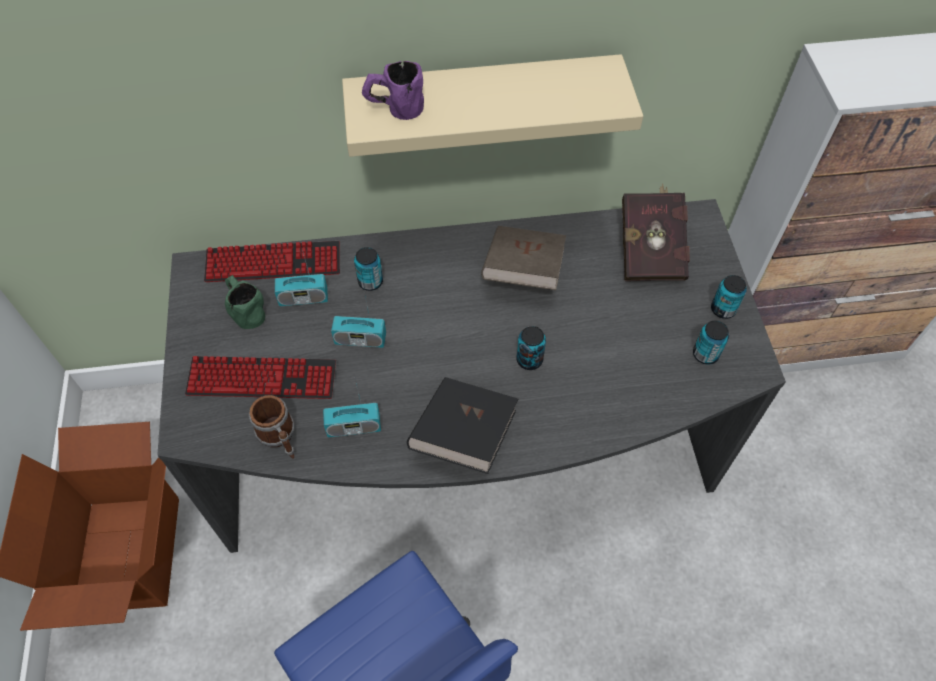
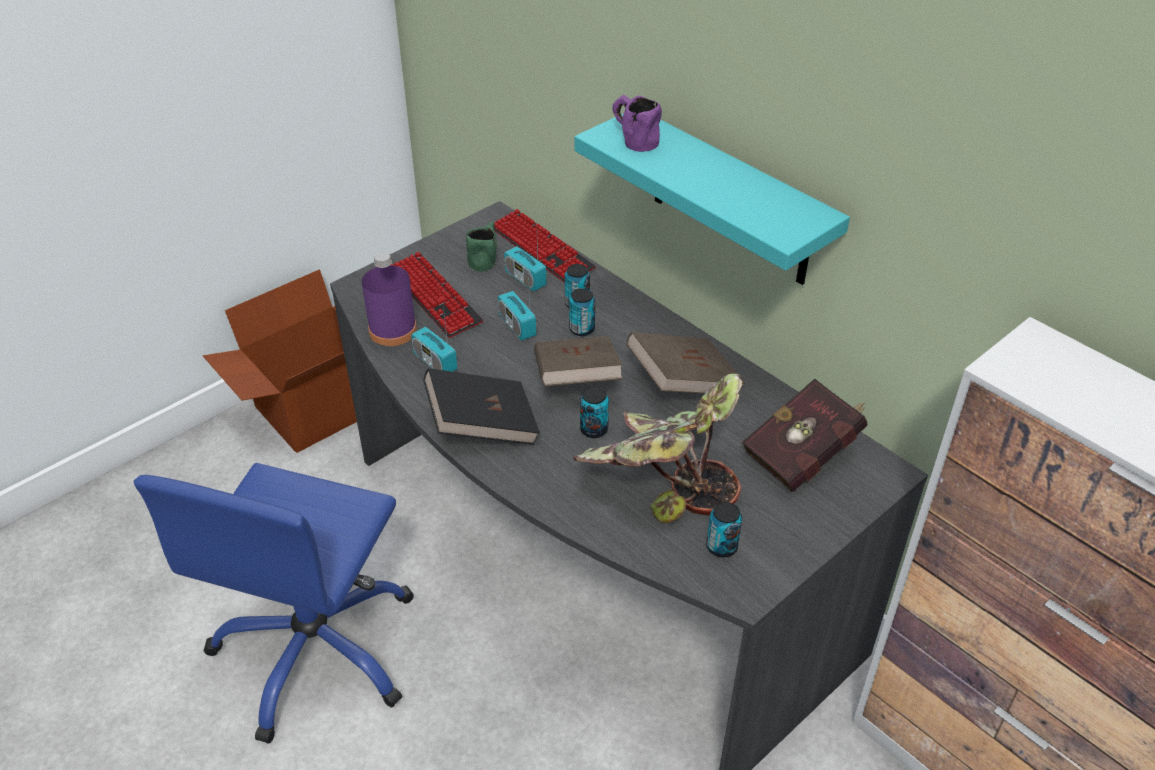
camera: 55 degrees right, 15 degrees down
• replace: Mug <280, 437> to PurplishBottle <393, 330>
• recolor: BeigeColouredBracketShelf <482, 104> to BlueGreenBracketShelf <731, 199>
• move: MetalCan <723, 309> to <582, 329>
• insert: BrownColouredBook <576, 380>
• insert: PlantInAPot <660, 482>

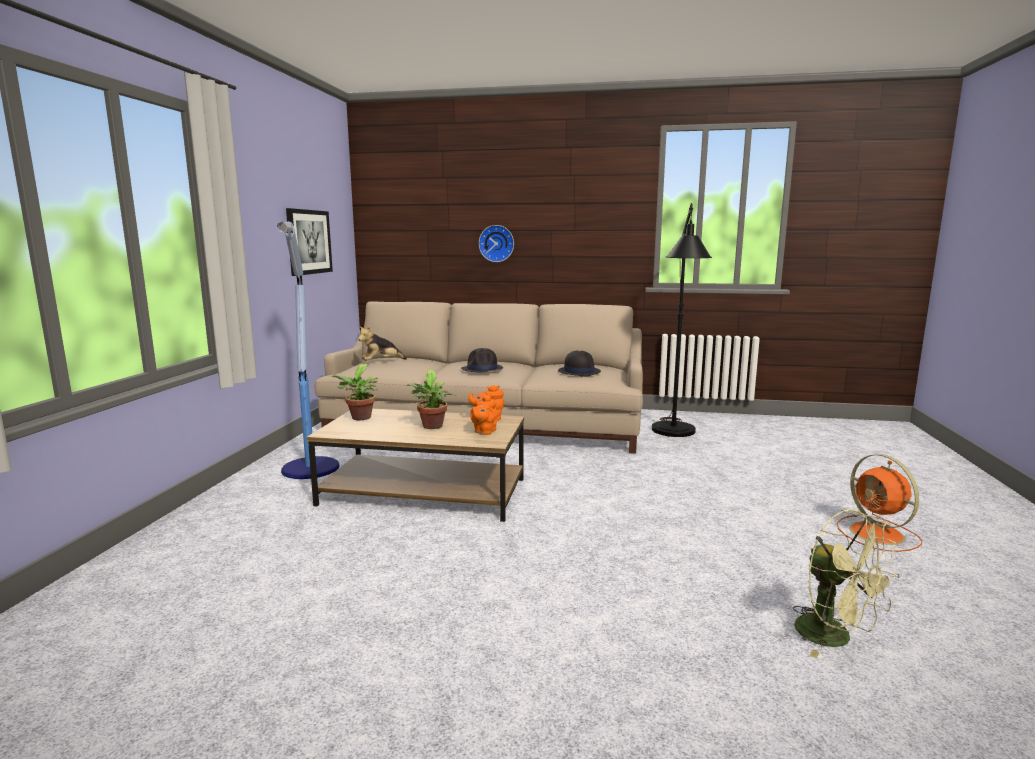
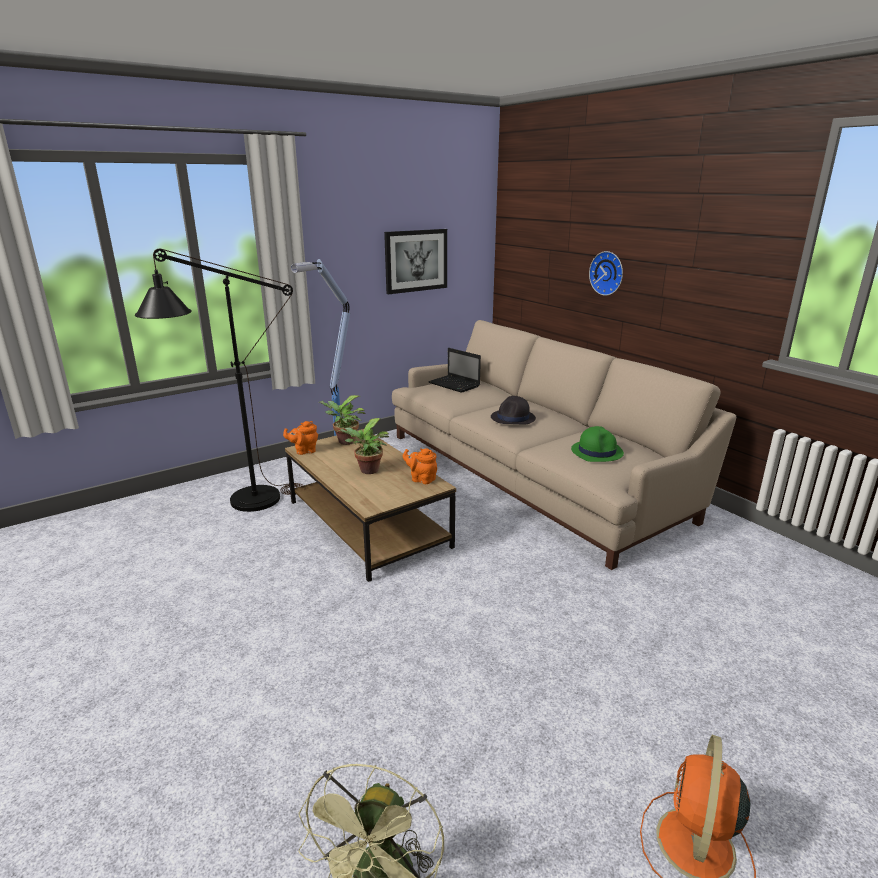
camera: 45 degrees right, 10 degrees up
• replace: CuddlyToy <381, 362> to Laptop <455, 385>
• move: OrangeyPotForTea <484, 432> to <304, 451>
• recolor: BlackHat <579, 371> to GreenHat <597, 452>
• move: BlackFloorLamp <674, 434> to <241, 503>

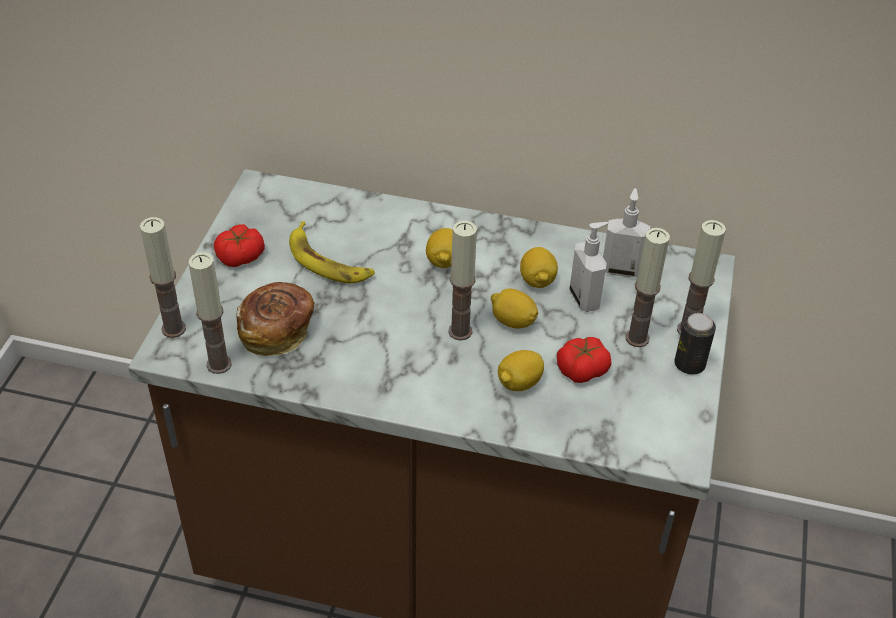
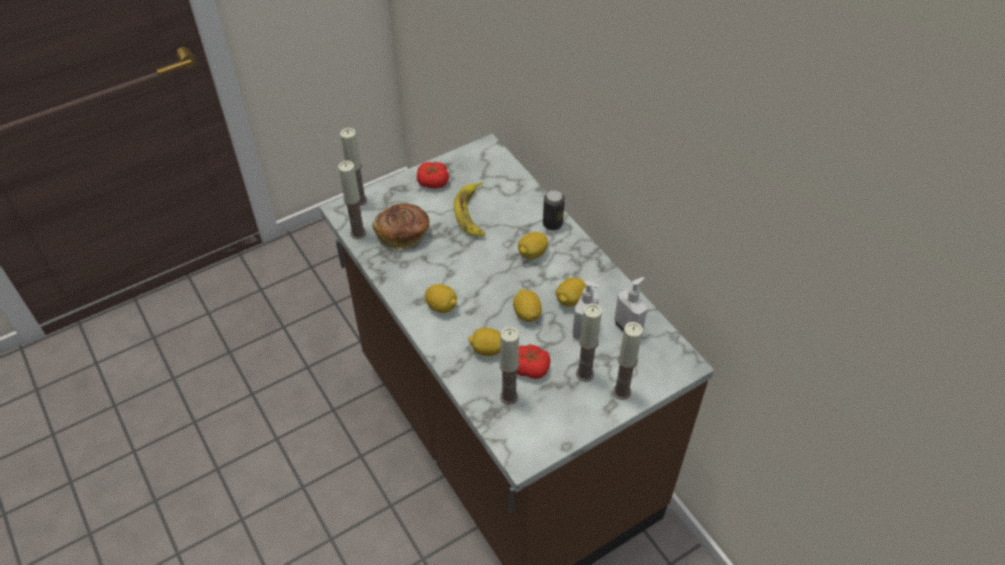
camera: 45 degrees right, 5 degrees up
• move: WaxLight <460, 331> to <509, 396>
• move: MetalCan <689, 364> to <552, 224>
• insert: Lemon <441, 306>

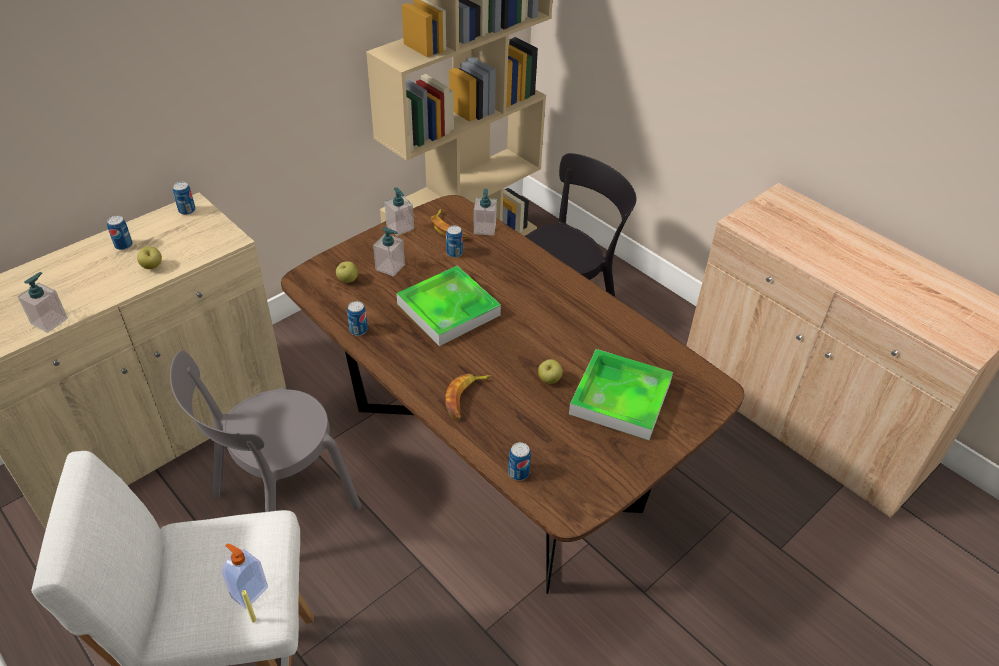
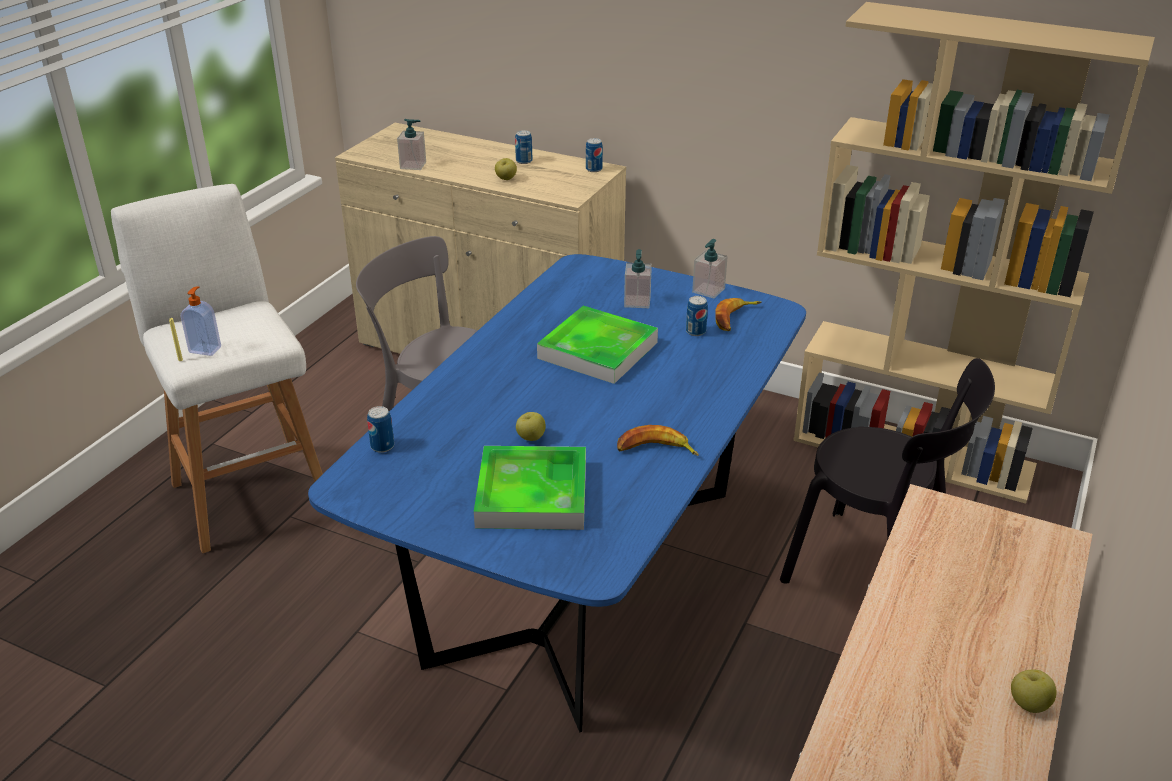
camera: 70 degrees right, 10 degrees down
• recolor: BrownColouredDinnerTable <493, 460> to BluishDinnerTable <585, 575>
• move: AppleFruit <347, 280> to <1028, 704>
• delete: MetalCan <358, 330>
• move: WholeBanana <466, 398> to <655, 450>
• delete: LiquidSoapBottle <484, 229>

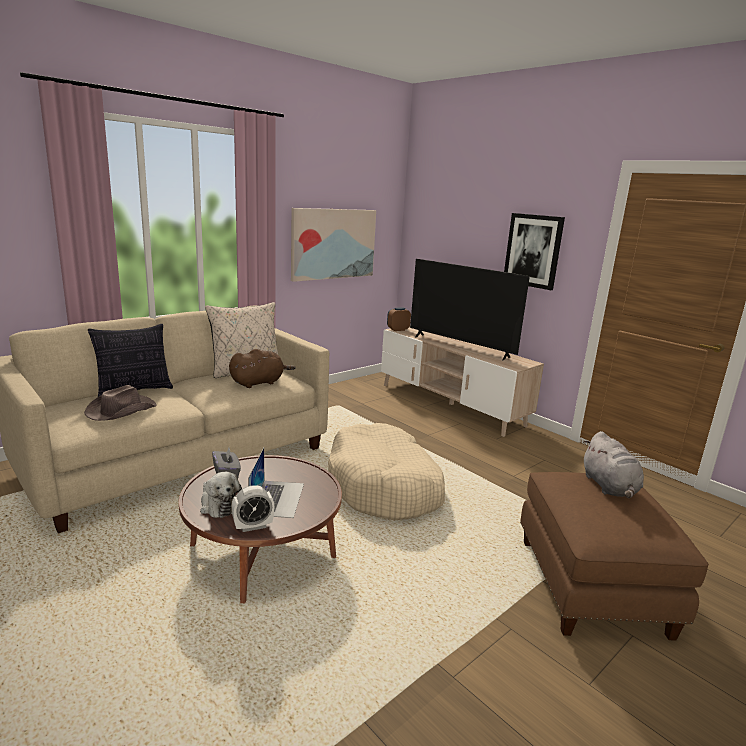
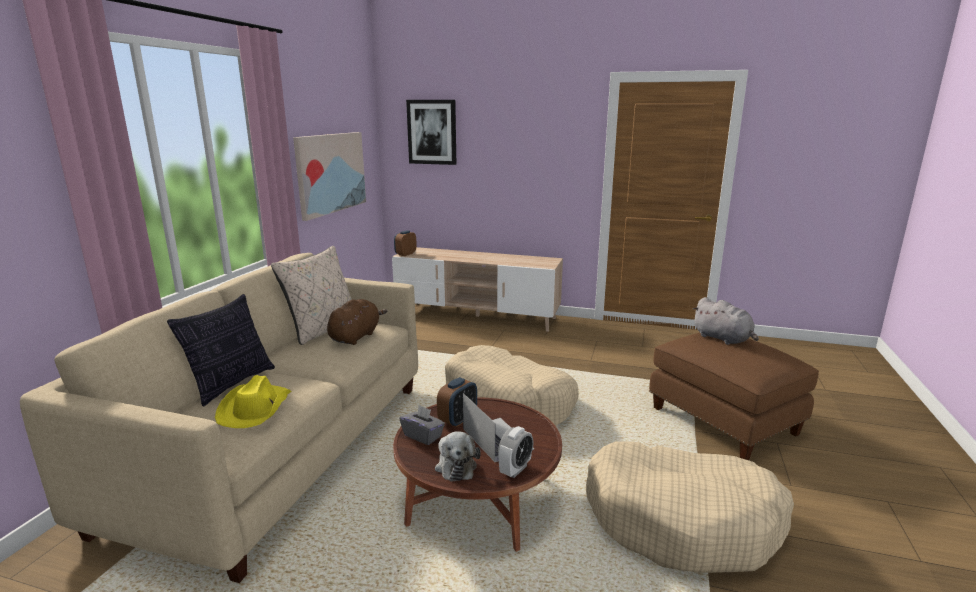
camera: 30 degrees left, 0 degrees up
• recolor: BrownColouredHat <120, 410> to YellowColouredHat <255, 408>
• rotate: CuddlyToy <218, 505> = <456, 465> 60 degrees clockwise
• delete: Television <460, 346>
• move: WallPicture <533, 250> to <432, 132>
• insert: BedsideClock <458, 420>
• insert: BeigeColouredPetBed <682, 521>

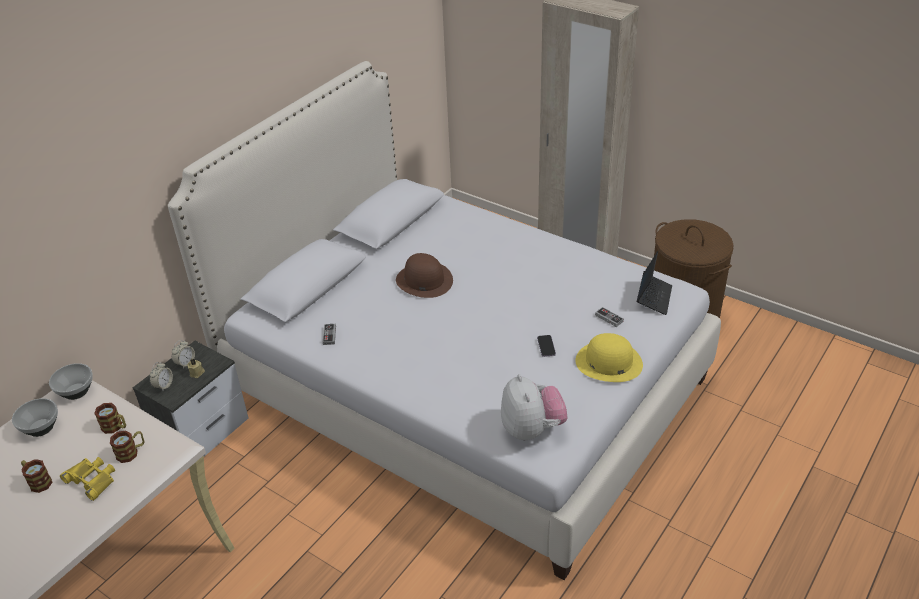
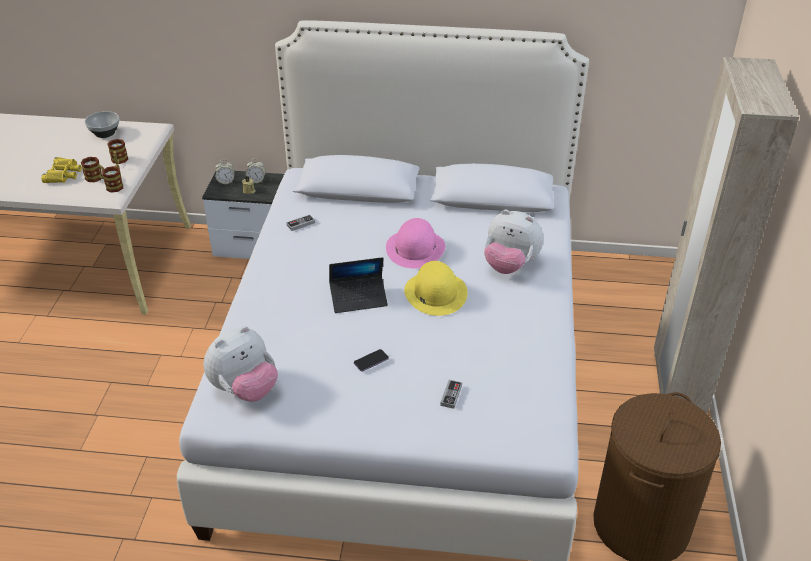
camera: 60 degrees right, 0 degrees up
• move: Mug <38, 481> to <116, 185>
• delete: Bowl <76, 391>
• recolor: BrownColouredHat <424, 280> to PinkColouredHat <415, 248>
• move: YellowColouredHat <608, 362> to <435, 293>
• move: Laptop <654, 297> to <358, 298>
• insert: CuddlyToy <510, 265>

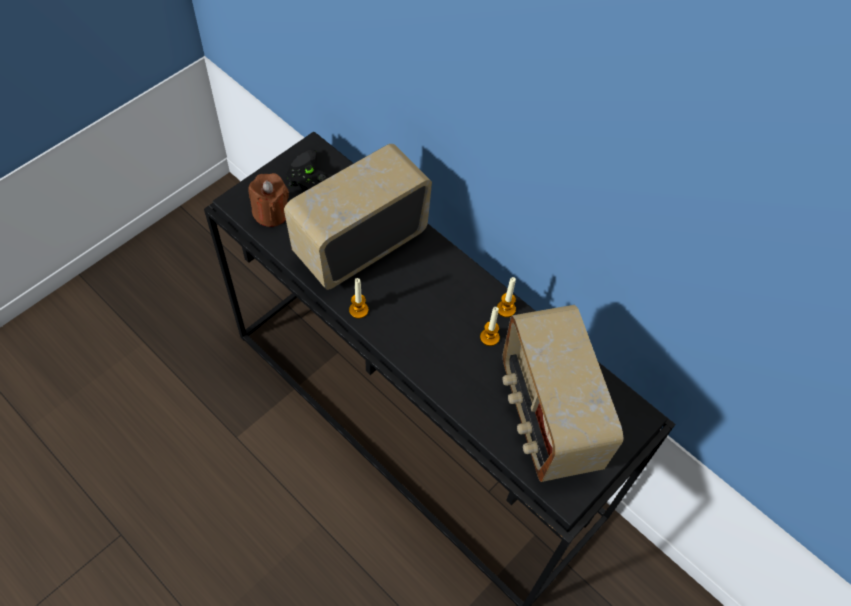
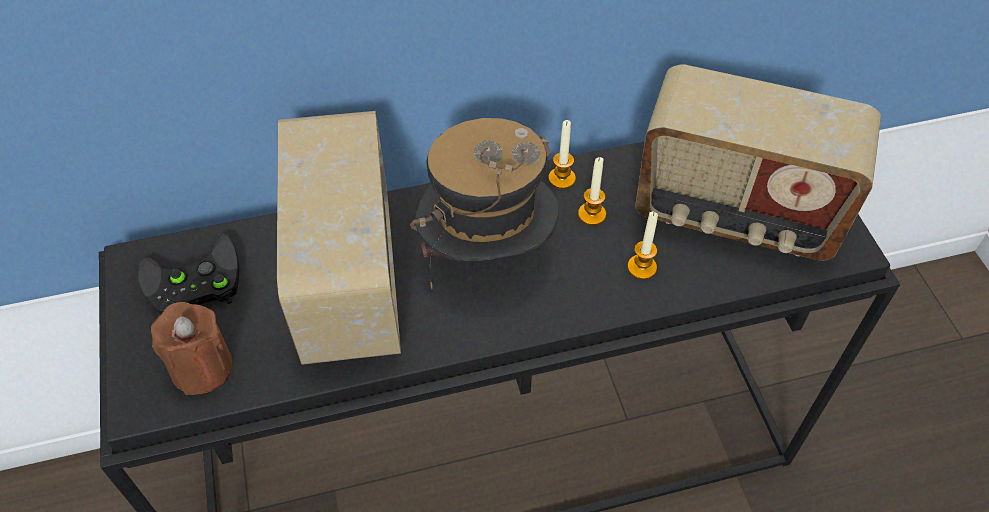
camera: 55 degrees left, 5 degrees down
• move: WaxLight <358, 310> to <641, 267>
• insert: Hat <487, 256>

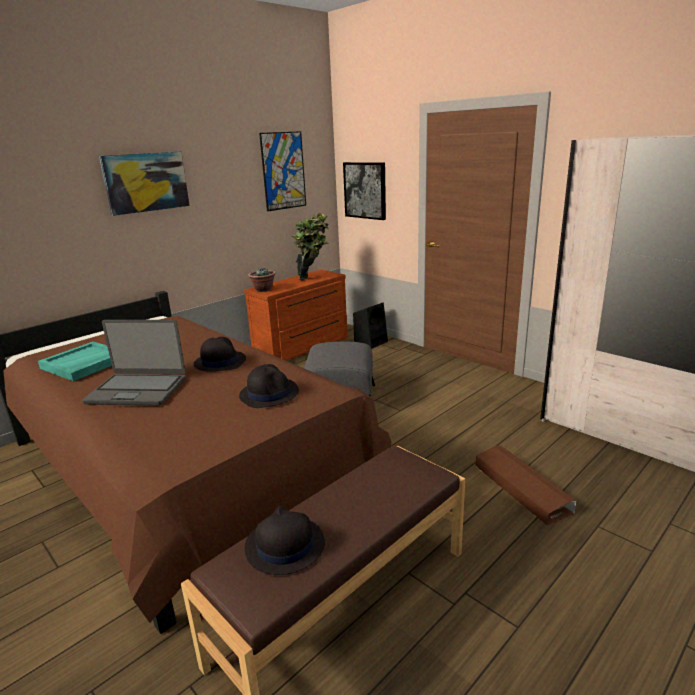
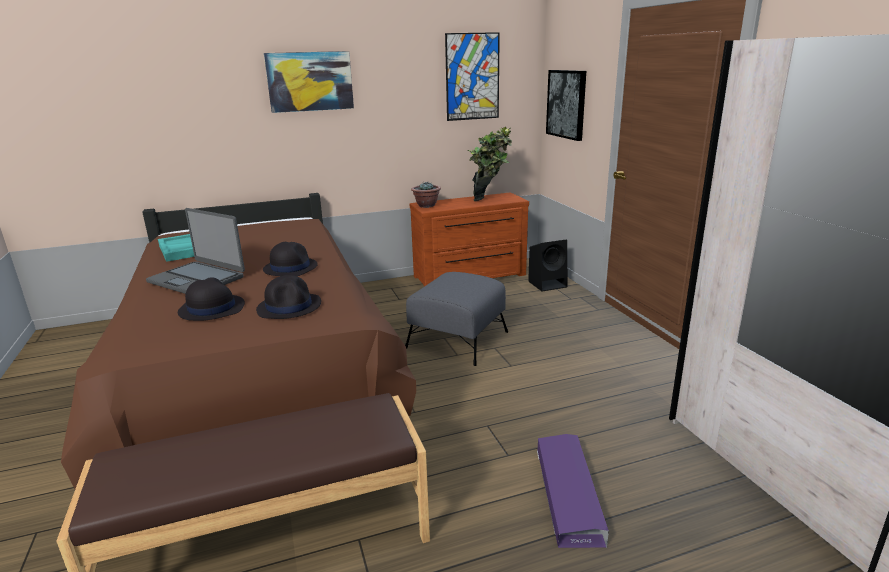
camera: 25 degrees right, 0 degrees up
• move: BlackHat <284, 546> to <211, 308>
• recolor: BrownColouredStorageBox <521, 488> to PurplishStorageBox <568, 493>

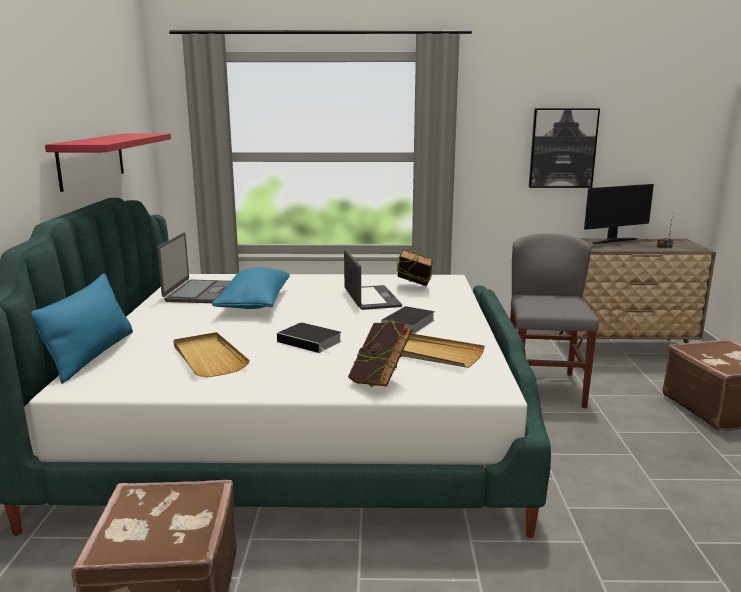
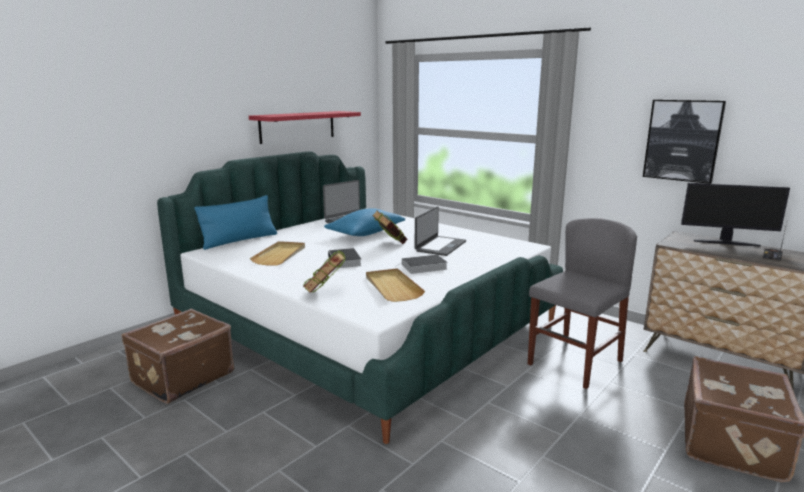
camera: 40 degrees right, 0 degrees up
• move: Book <414, 288> to <389, 244>

